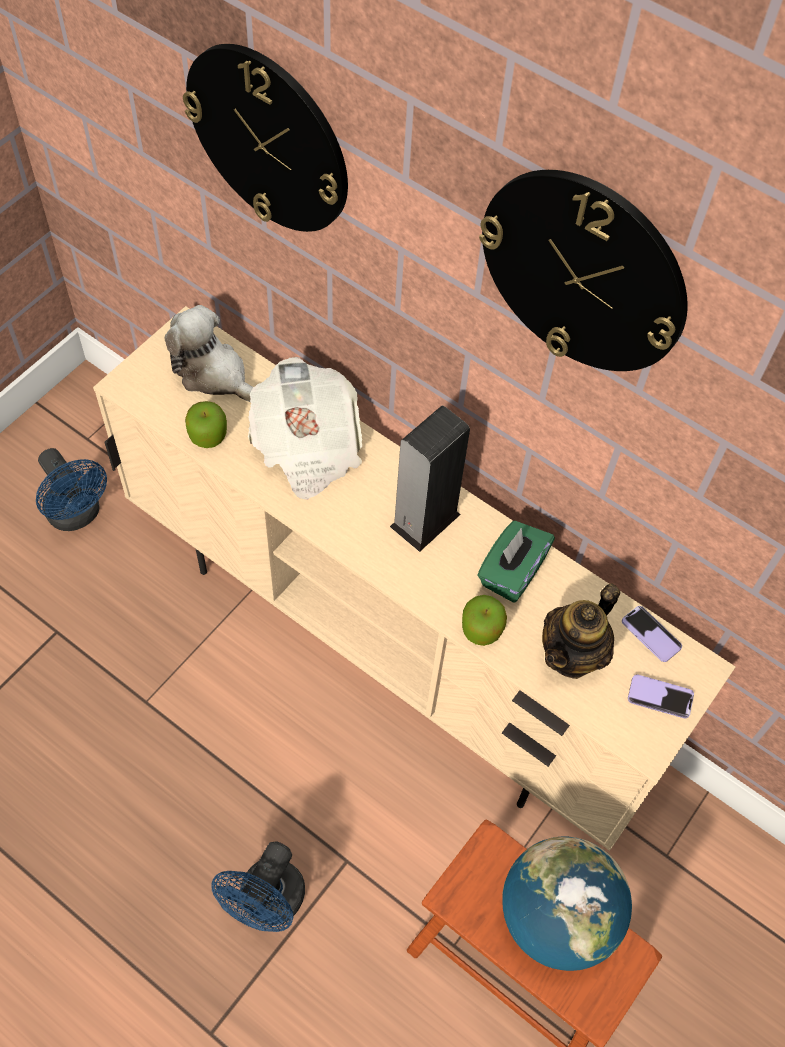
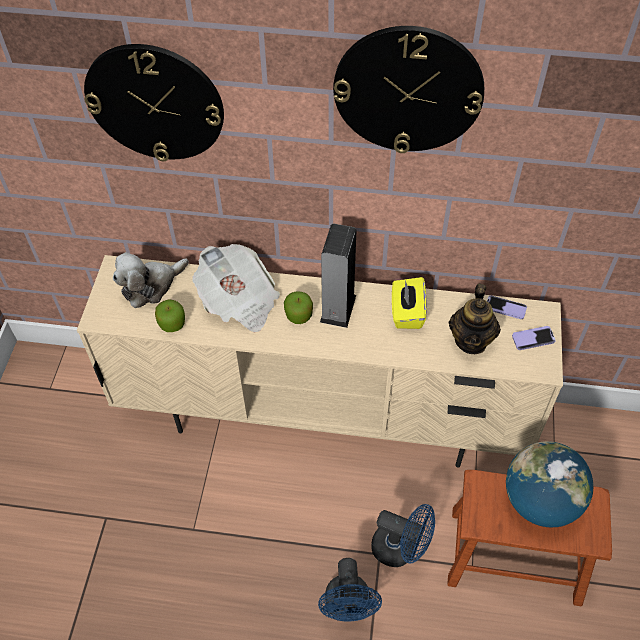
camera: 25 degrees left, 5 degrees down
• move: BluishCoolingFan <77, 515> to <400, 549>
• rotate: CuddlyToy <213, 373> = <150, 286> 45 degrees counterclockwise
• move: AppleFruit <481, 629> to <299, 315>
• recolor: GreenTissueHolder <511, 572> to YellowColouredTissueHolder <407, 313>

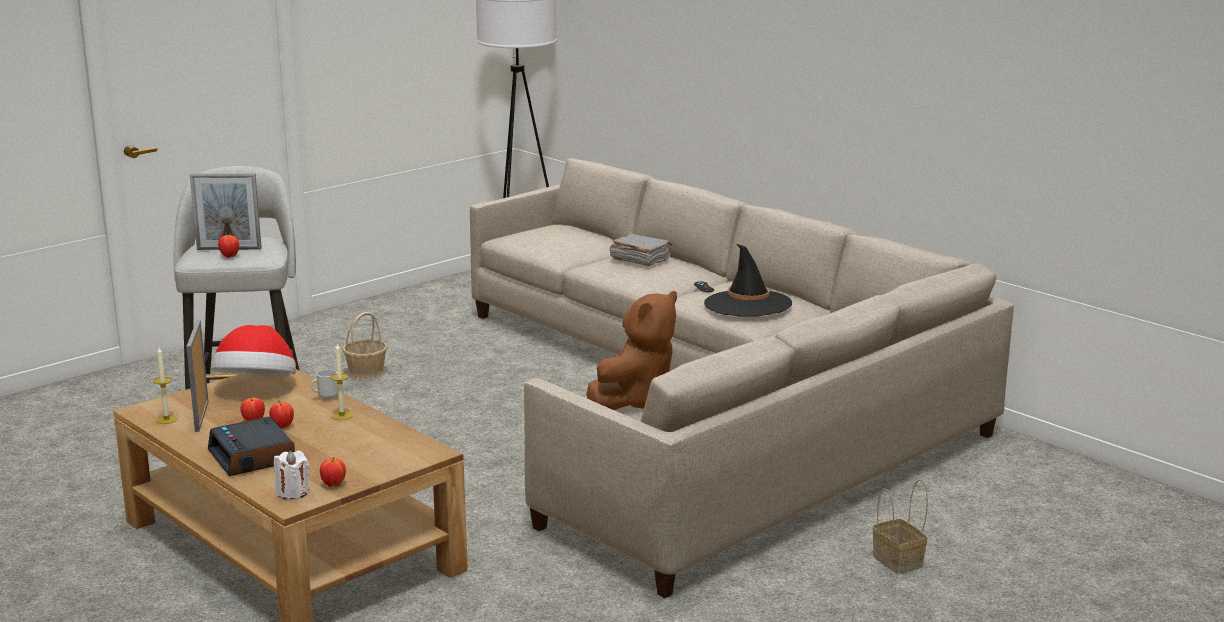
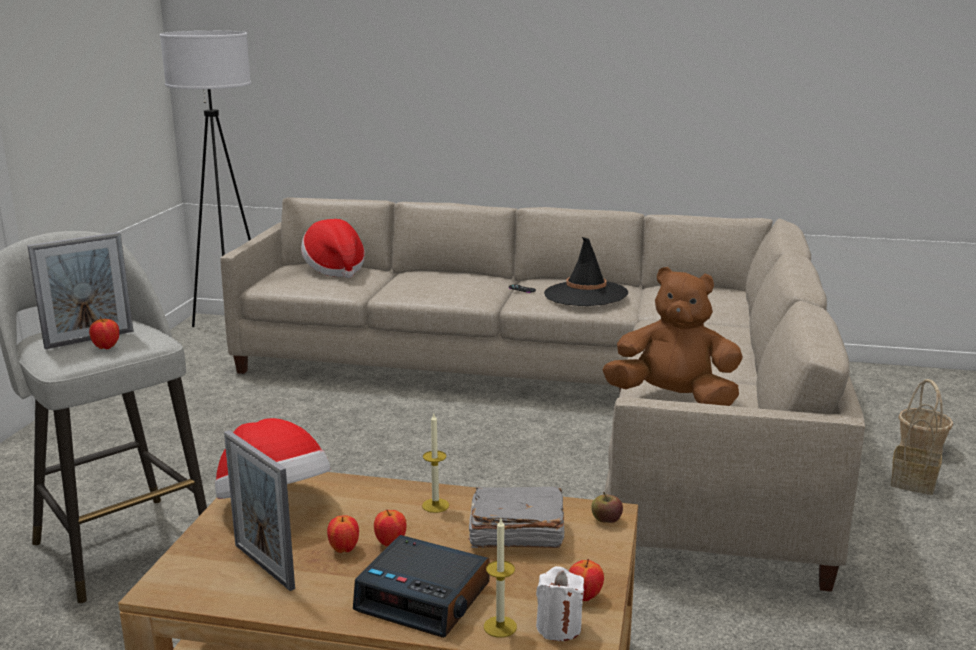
camera: 35 degrees left, 0 degrees up
• move: WaxLight <166, 419> to <500, 627>
• delete: Mug <326, 397>
• move: Basket <366, 373> to <921, 448>
• rotate: BrownColouredCuddlyToy <635, 401> = <673, 399> 75 degrees counterclockwise
• move: GreyBook <640, 260> to <515, 534>
• insert: Hat <335, 269>
• insert: AppleFruit <606, 520>

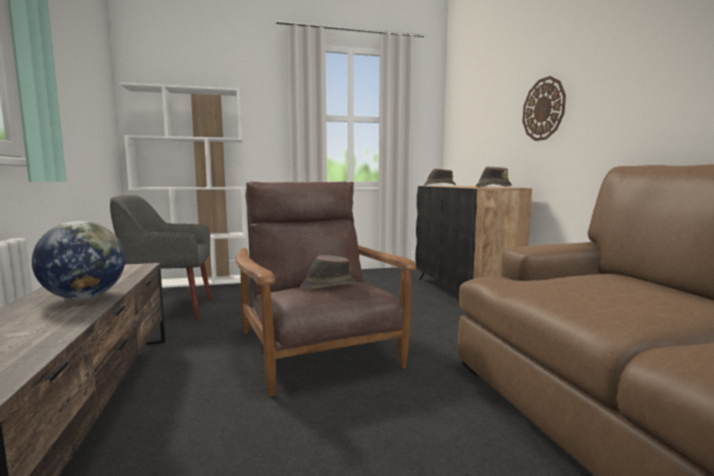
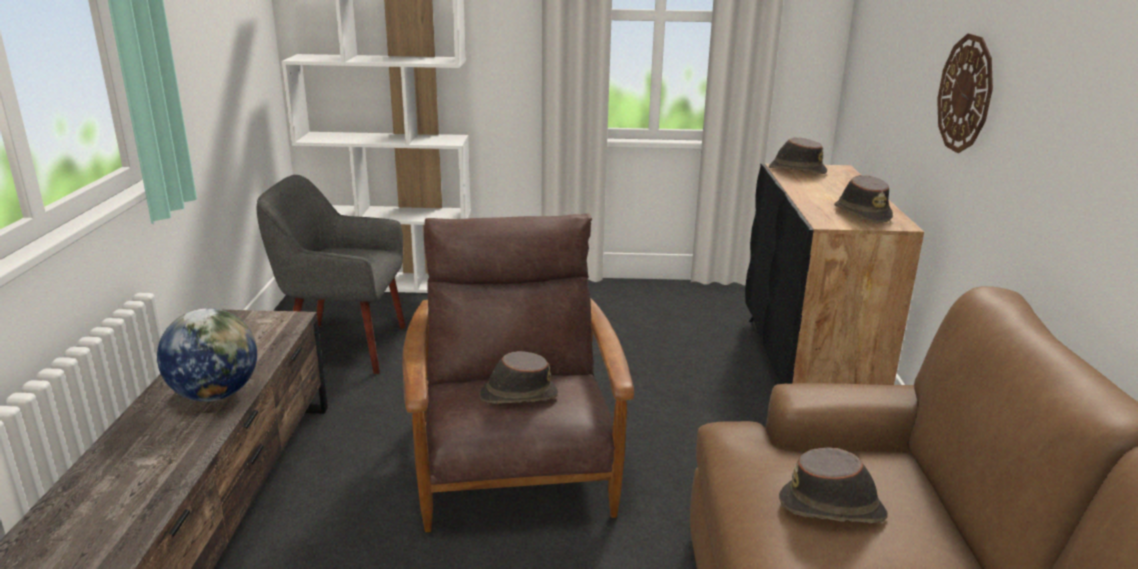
camera: 15 degrees right, 15 degrees up
• insert: BrownColouredHat <833, 508>

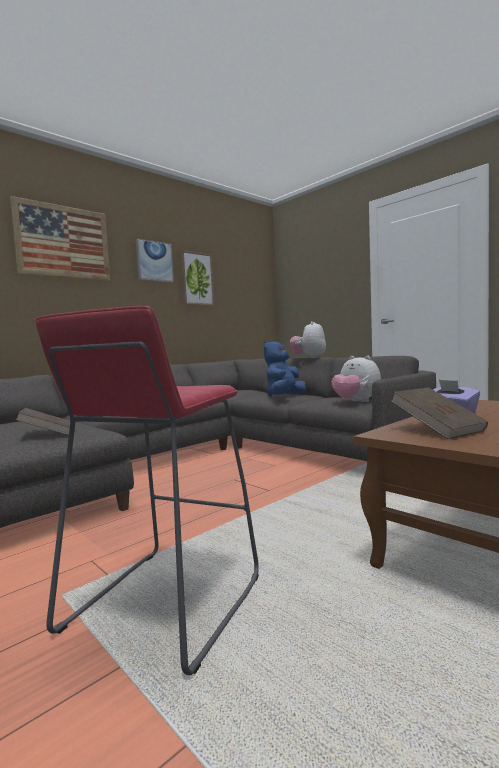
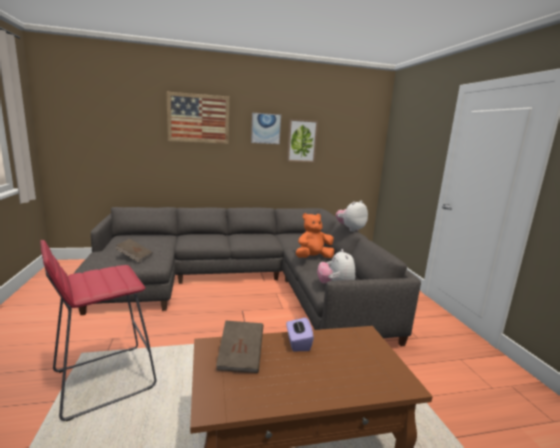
camera: 30 degrees right, 10 degrees up
• recolor: BluishCuddlyToy <284, 396> to OrangeyCuddlyToy <313, 258>

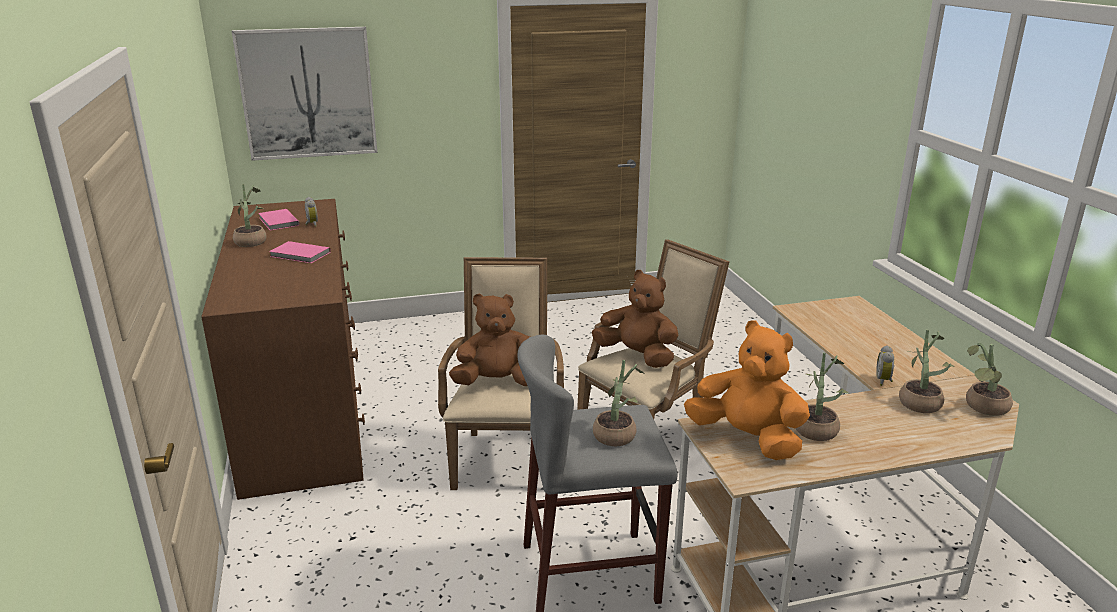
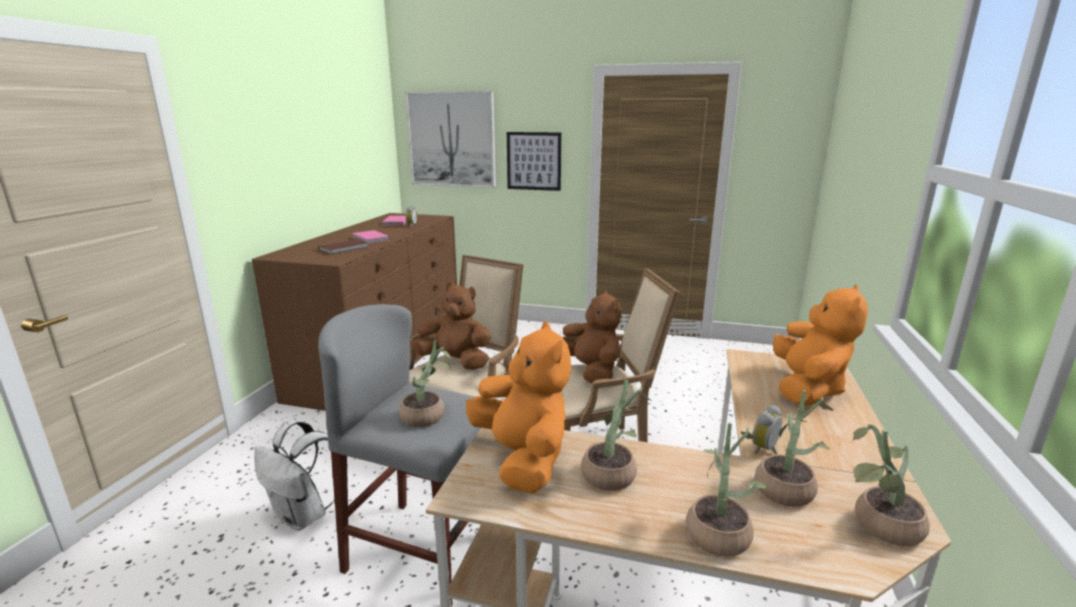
camera: 30 degrees right, 5 degrees down
• move: PlantInAPot <251, 241> to <719, 530>
• insert: WhiteBackpack <304, 515>
• insert: BrownColouredBook <345, 248>
• insert: WallPicture <533, 161>
• insert: OrangeyCuddlyToy <807, 388>

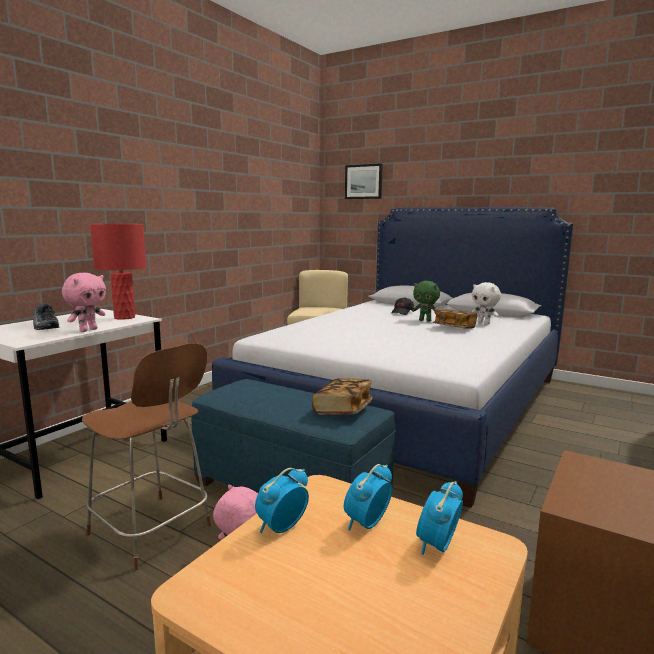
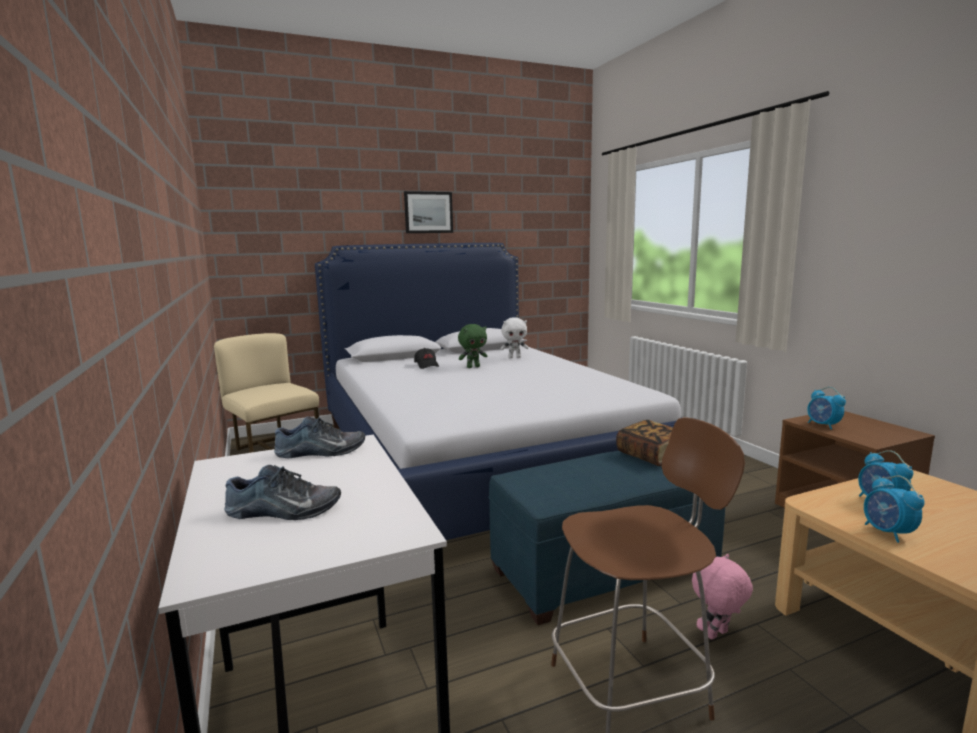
camera: 55 degrees left, 0 degrees up
• delete: PinkColouredCuddlyToy <88, 330>
• replace: ReddishLampForATable <124, 317> to ItemOfFootwear <321, 452>
• move: WallPicture <363, 181> to <428, 212>
• move: BedsideClock <437, 546> to <823, 425>
• delete: Book <454, 328>

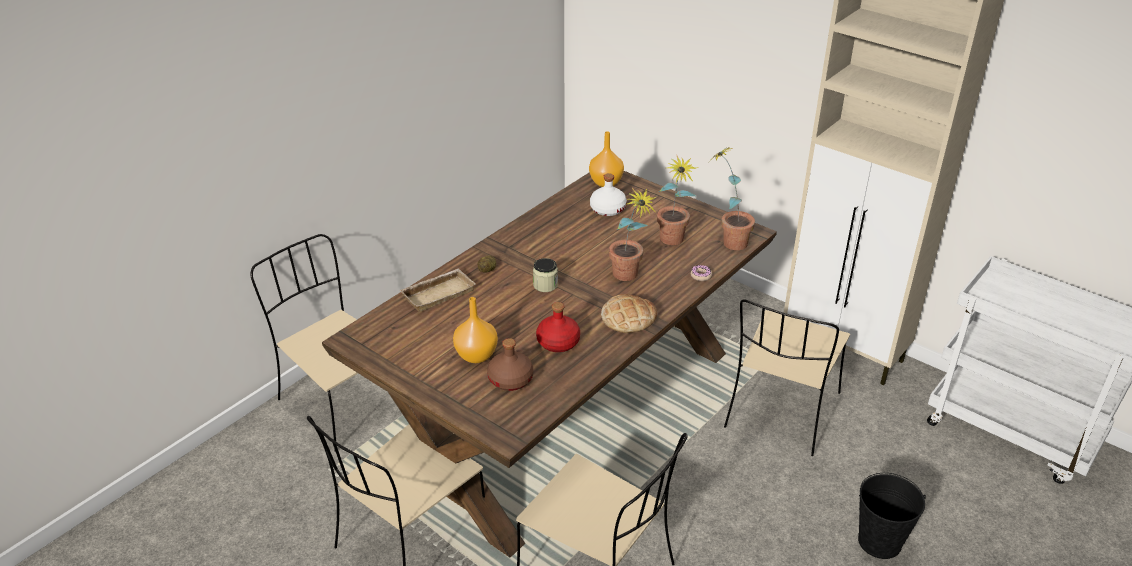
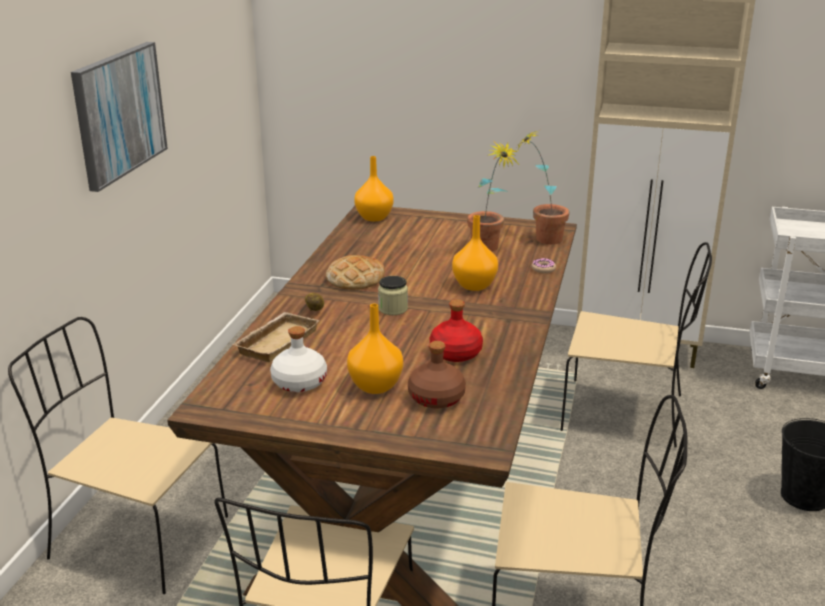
camera: 25 degrees left, 10 degrees down
• move: WhiteBottle <607, 209> to <298, 382>
• move: Bread <628, 318> to <355, 279>
• replace: PlantInAPot <628, 278> to OrangeyVase <474, 285>
• rotate: BeigeColouredPlainChair <781, 412> = <626, 413> 75 degrees counterclockwise
• insert: WallPicture <119, 113>

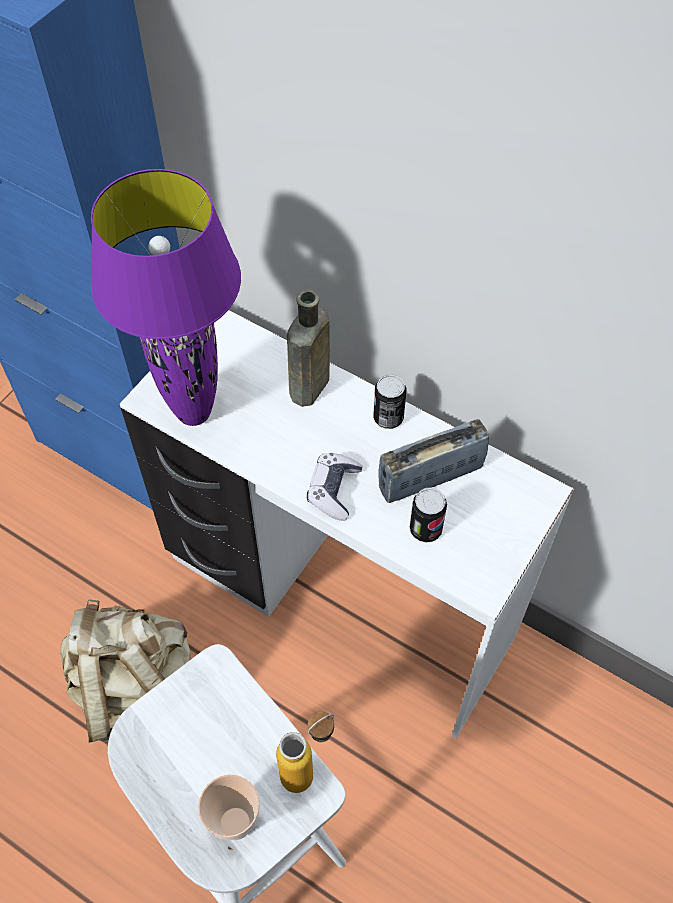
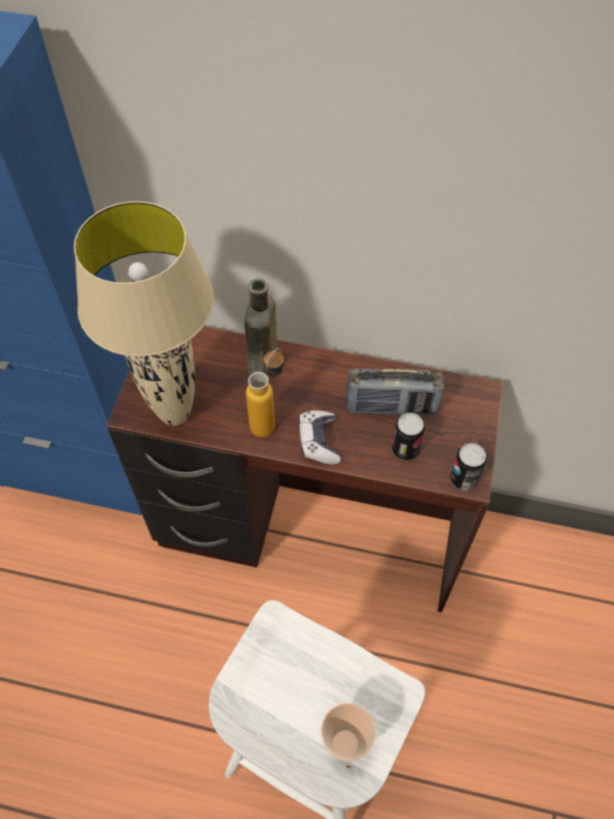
camera: 20 degrees left, 0 degrees up
• delete: BeigeColouredBackpack <137, 690>
• recolor: PurplishLampForATable <194, 412> to BeigeColouredLampForATable <175, 413>
• recolor: WhiteDeskUnit <339, 600> to BrownColouredDeskUnit <308, 534>
• move: Bottle <308, 769> to <269, 420>
• move: MetalCan <388, 418> to <463, 479>
• rotate: RadioReceiver <430, 478> = <391, 407> 135 degrees counterclockwise

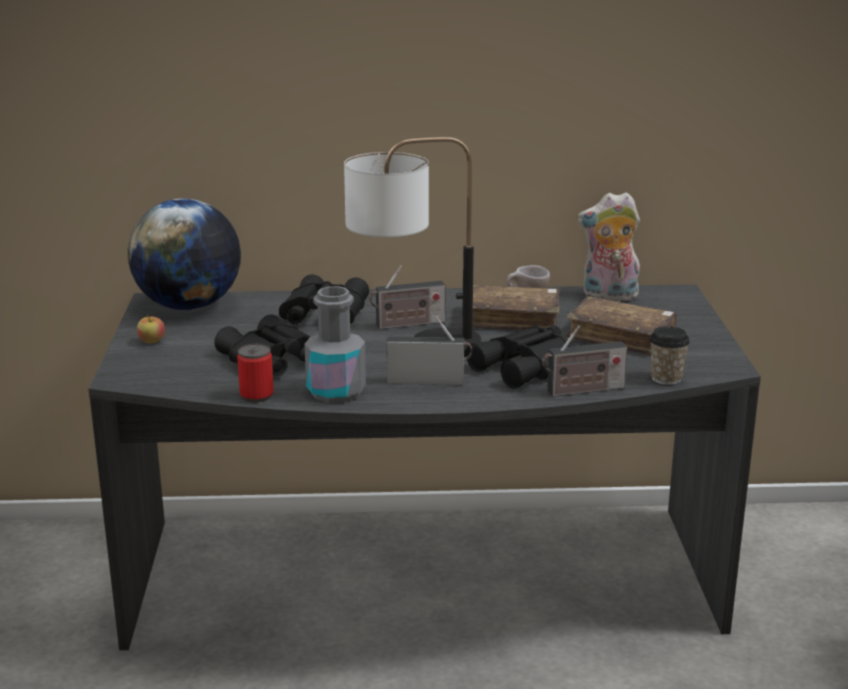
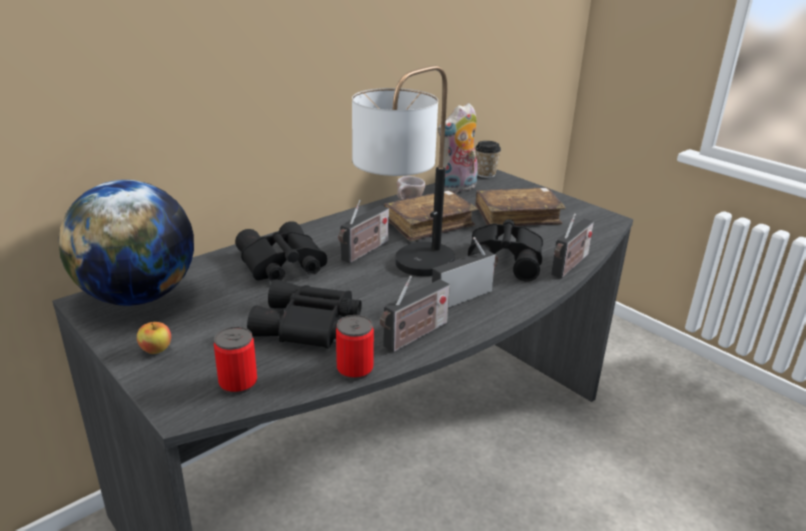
camera: 40 degrees left, 5 degrees up
• replace: GreyBottle <336, 392> to RadioReceiver <414, 336>
• move: SmallCup <666, 378> to <485, 174>
• insert: MetalCan <238, 383>

